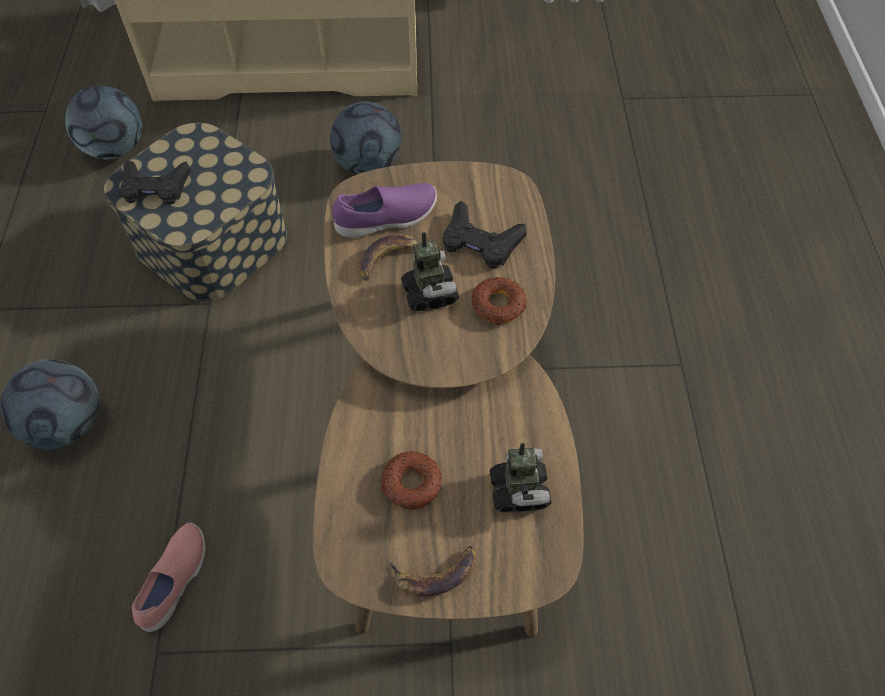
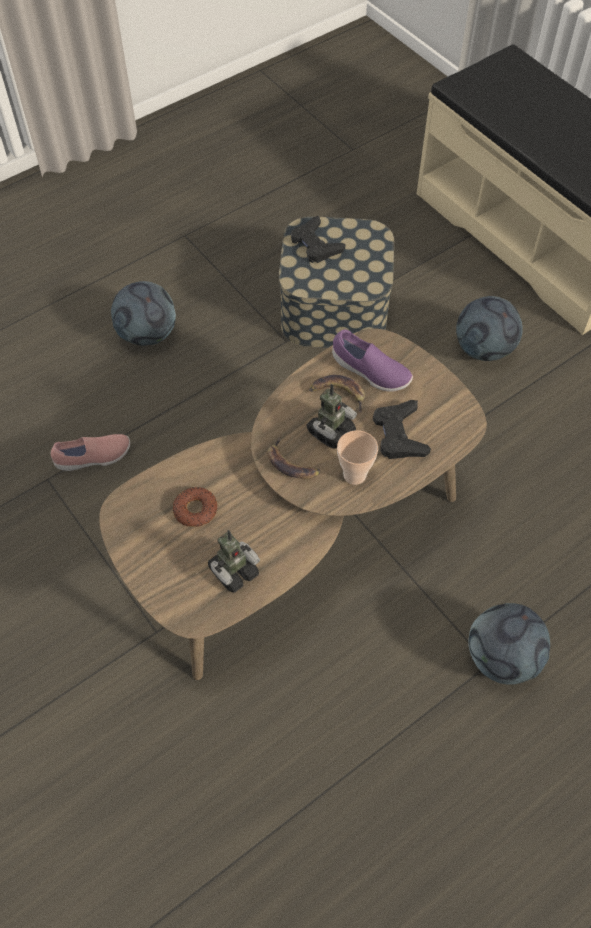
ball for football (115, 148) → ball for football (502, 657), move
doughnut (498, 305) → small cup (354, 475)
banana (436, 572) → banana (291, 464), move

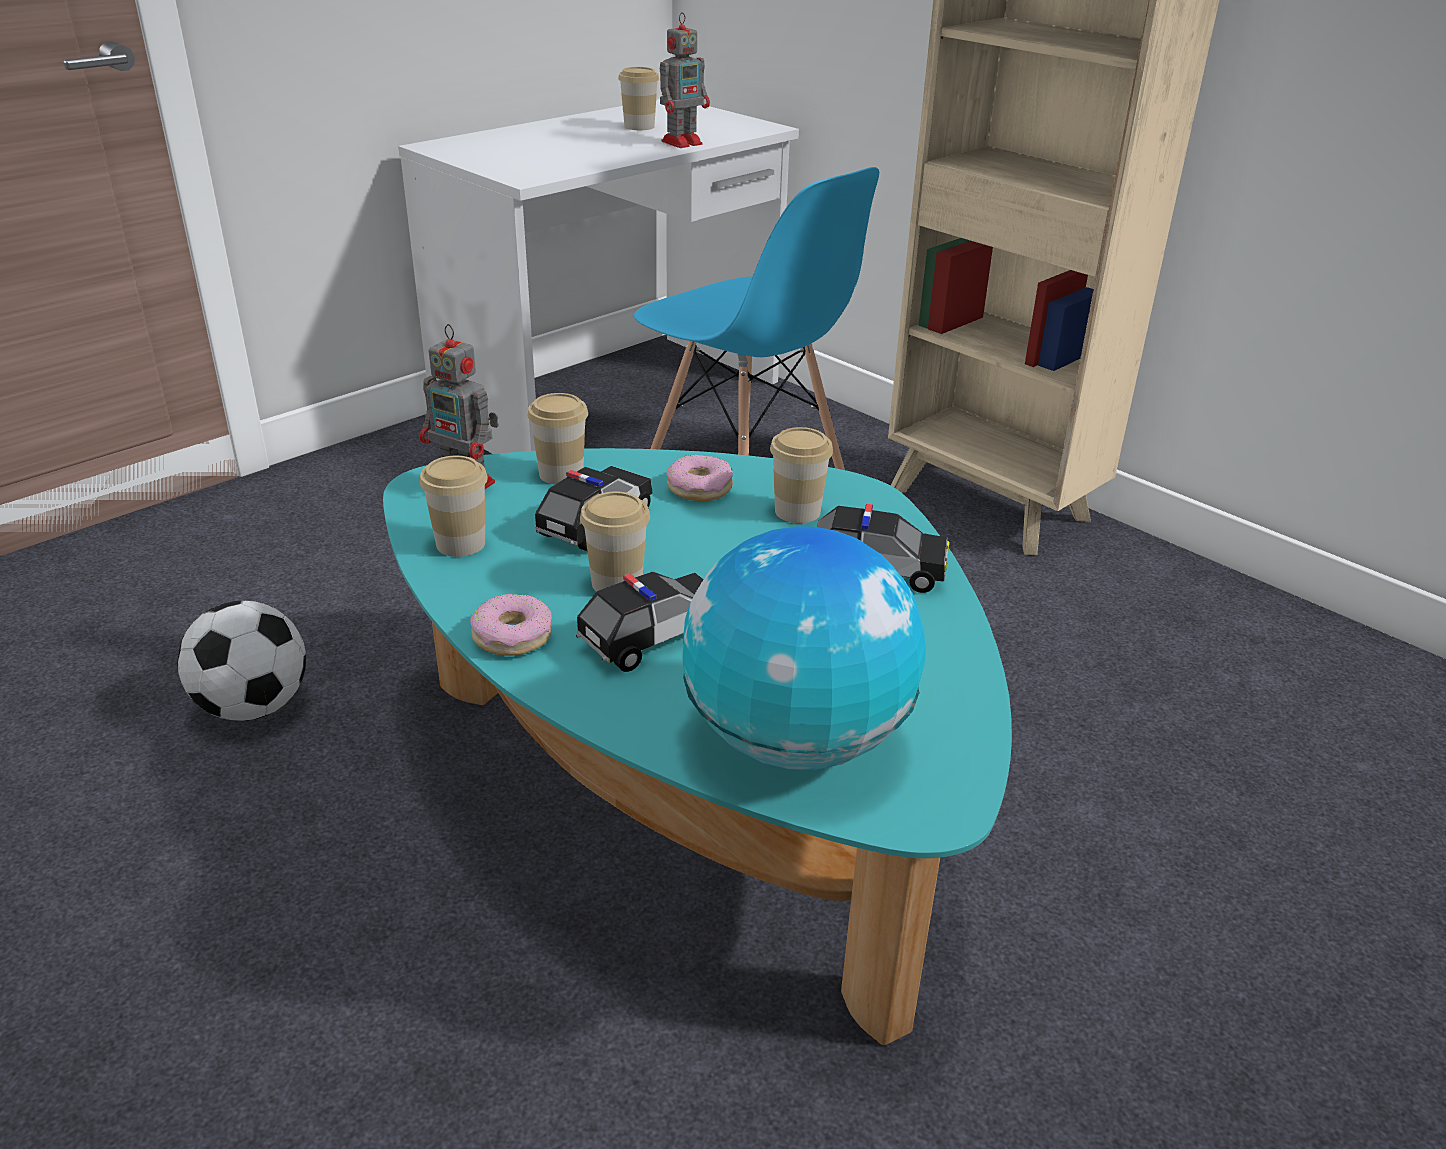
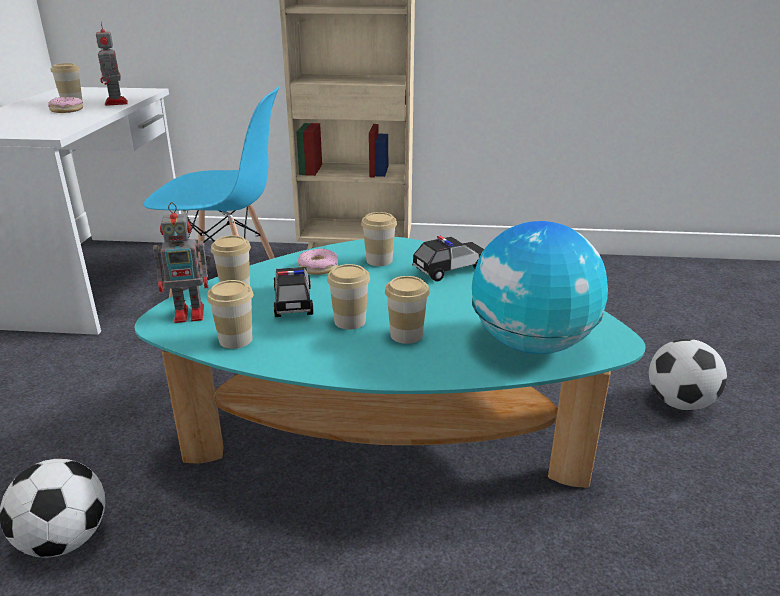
model robot (683, 142) → model robot (116, 103), 150 degrees clockwise
miniature car (653, 637) → small cup (406, 335)
doughnut (512, 636) → doughnut (67, 110), move
- → ball for football (679, 403)

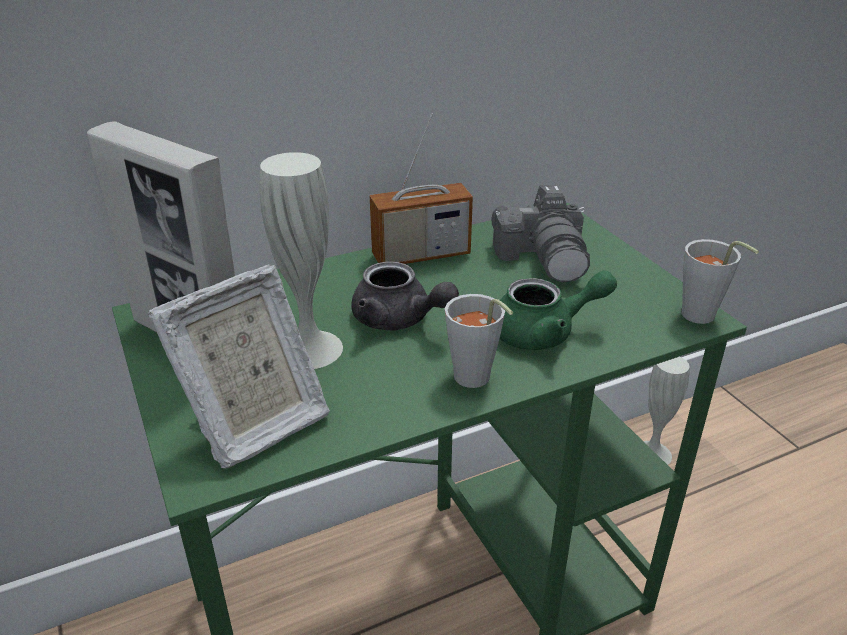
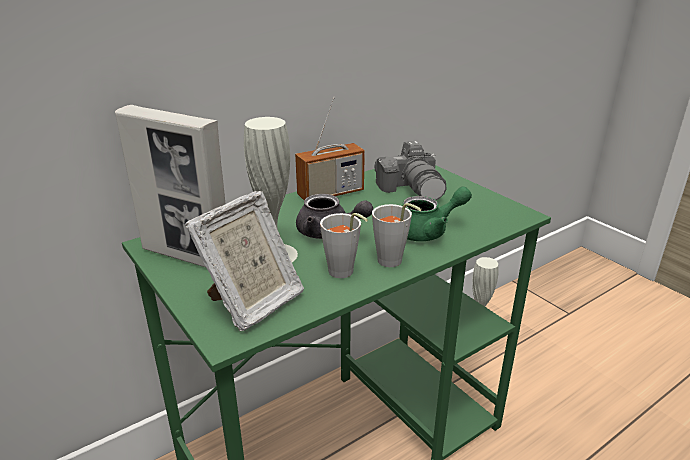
grey small cup (703, 318) → grey small cup (344, 274), move

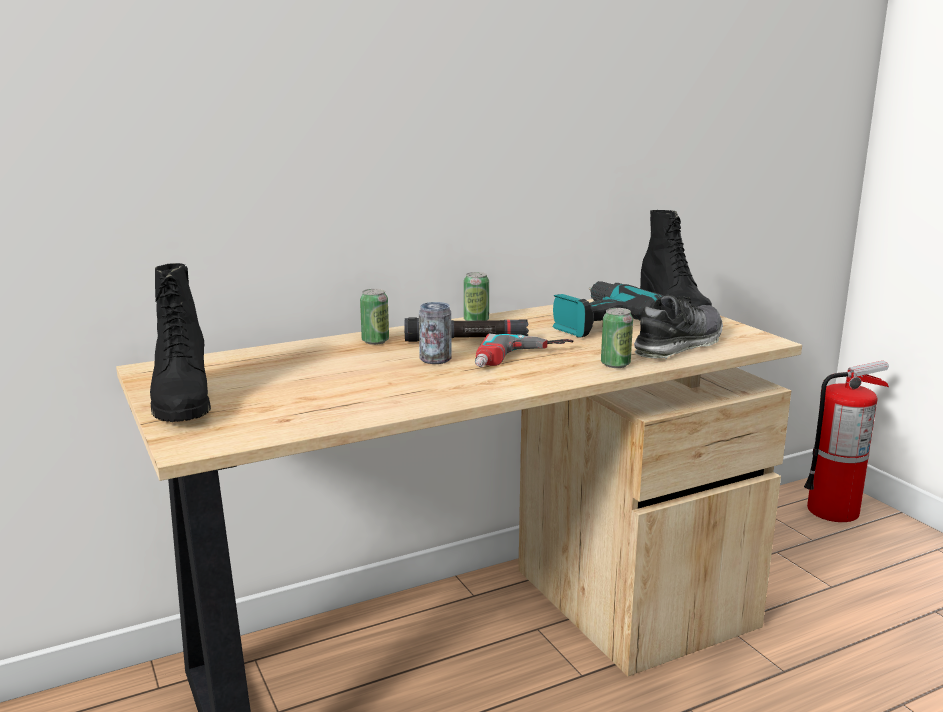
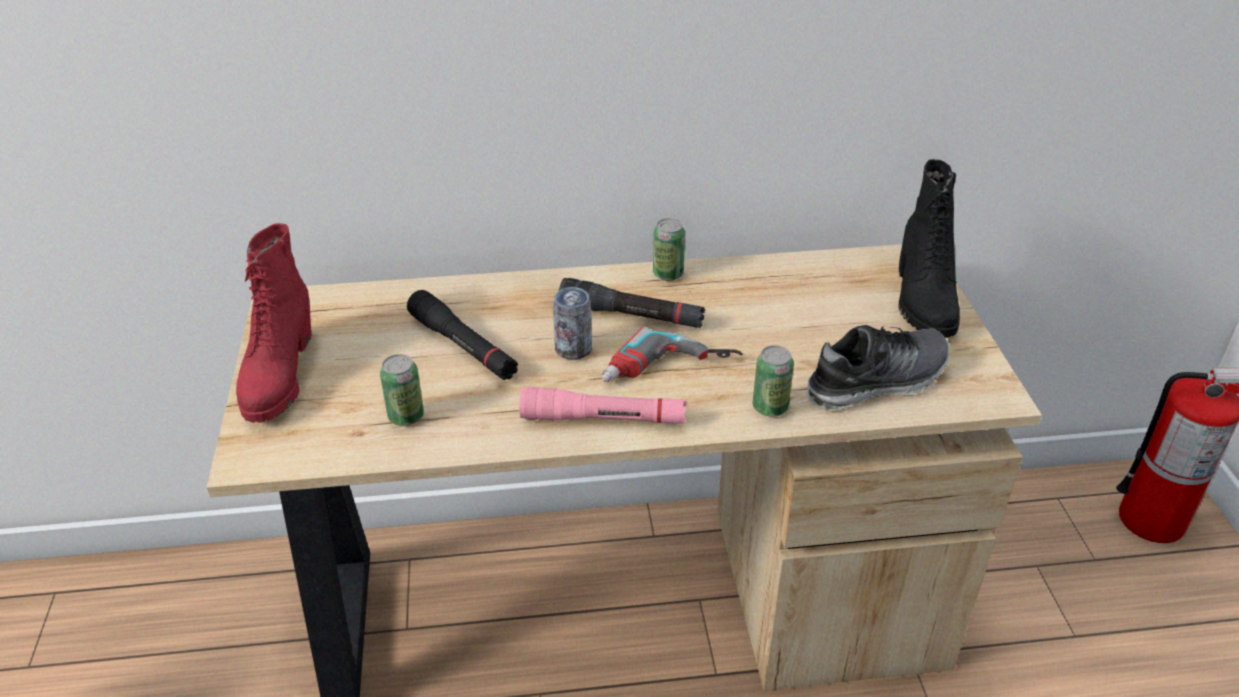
black-coloured boot (181, 403) → reddish boot (279, 377)
electric drill (598, 322) → -
metal can (375, 341) → metal can (406, 416), move
- → black-coloured hand torch (463, 346)
- → pinkish hand torch (603, 419)

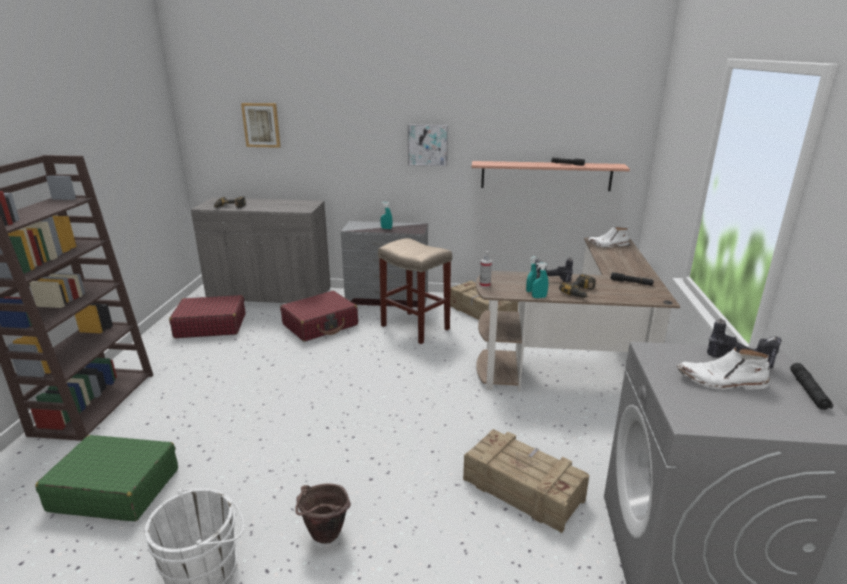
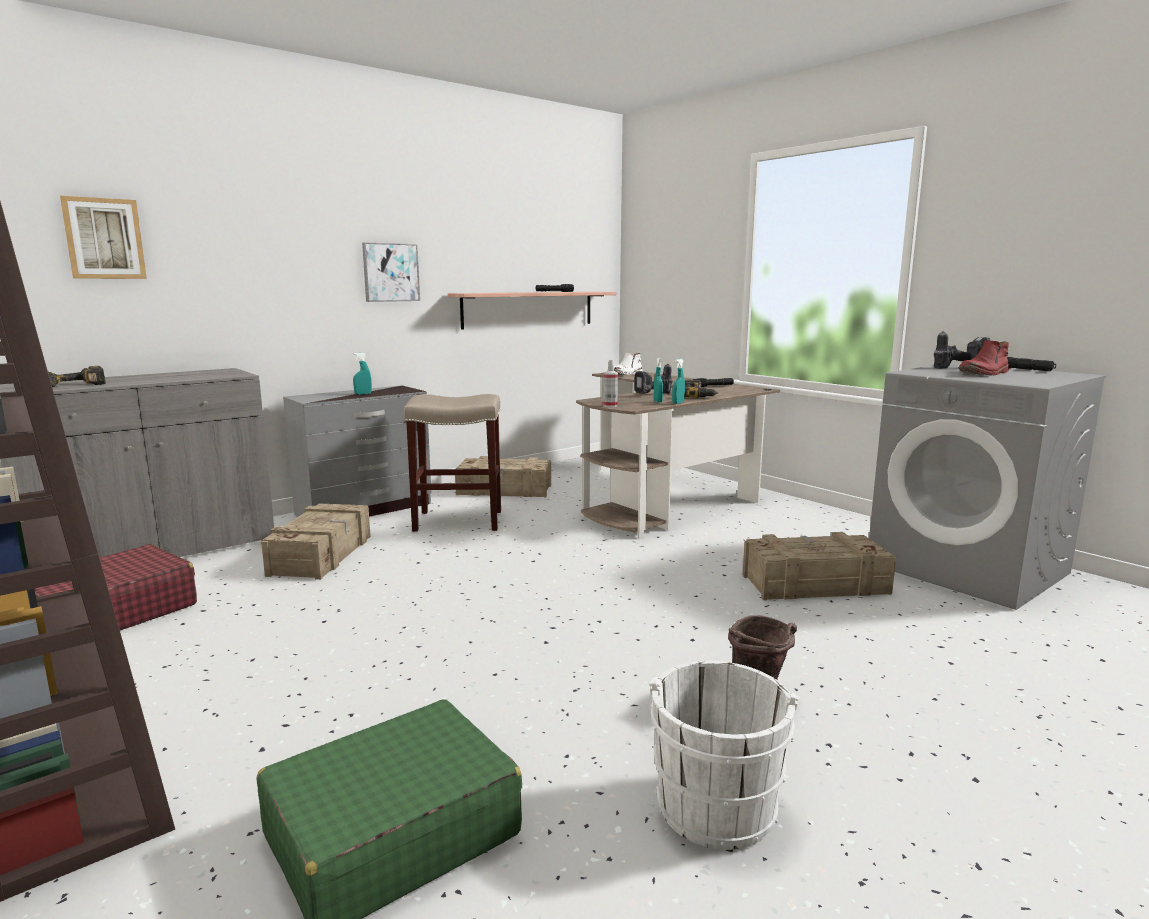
reddish travel case (320, 325) → packing crate (322, 555)
white boot (721, 381) → reddish boot (984, 373)

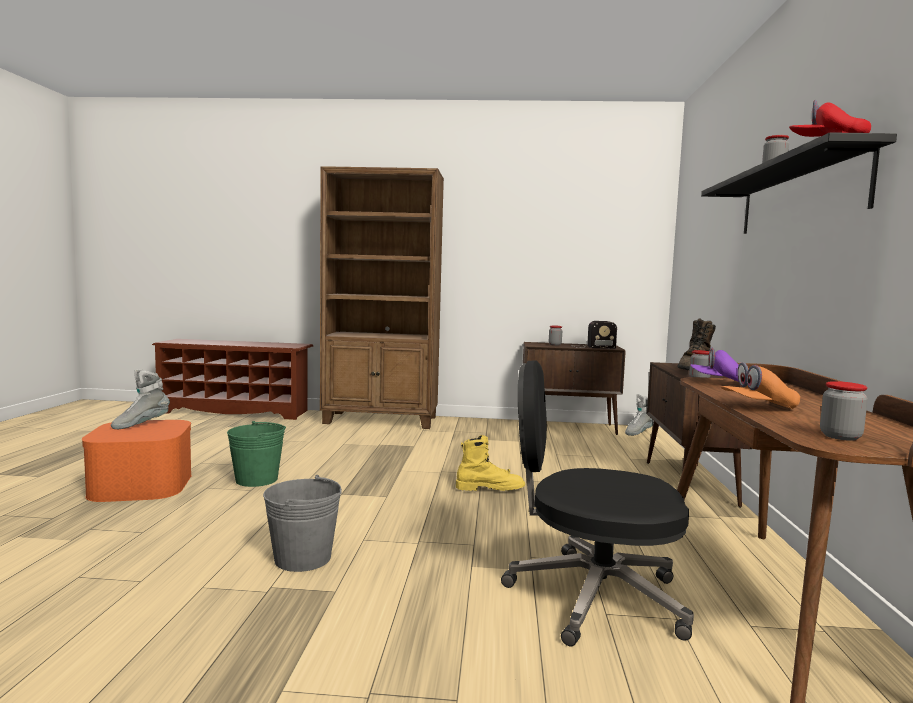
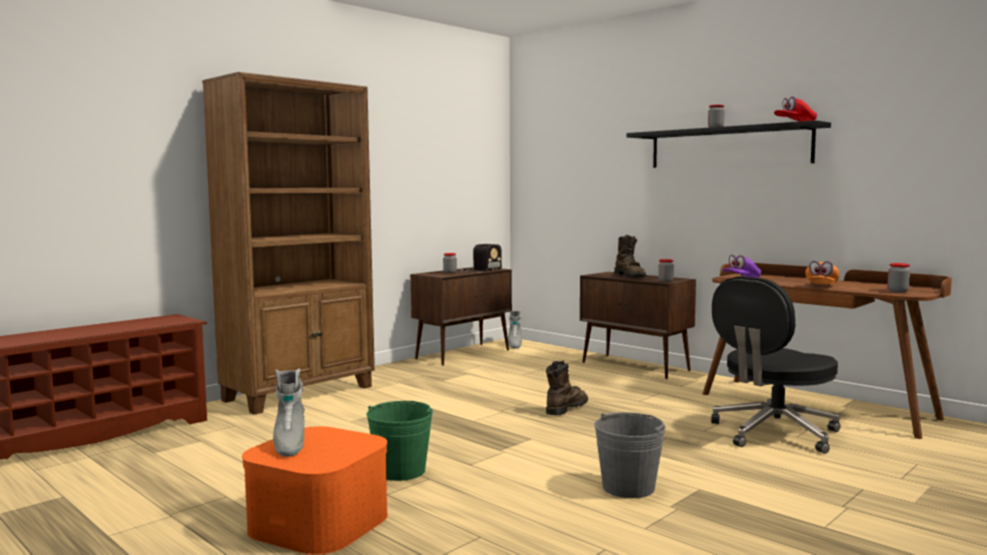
yellow-coloured boot (489, 489) → brownish boot (566, 408)

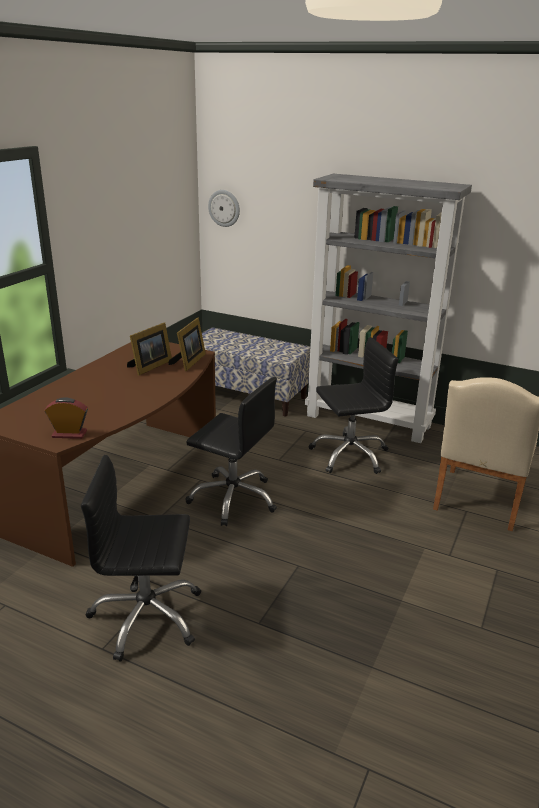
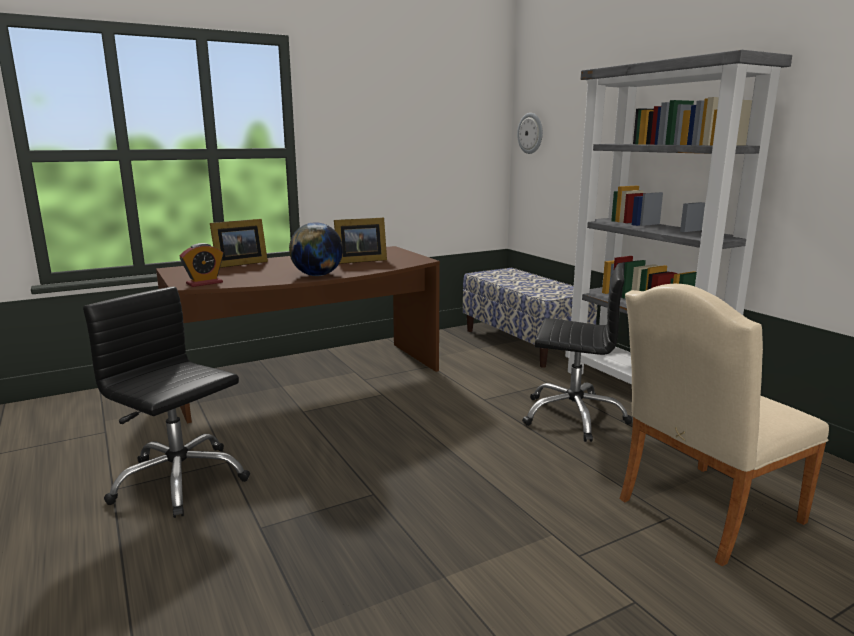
standing frame (189, 362) → standing frame (238, 264), move
black-coloured desk chair (233, 498) → -
alarm clock (69, 434) → alarm clock (204, 283), 105 degrees clockwise
- → world globe (317, 275)

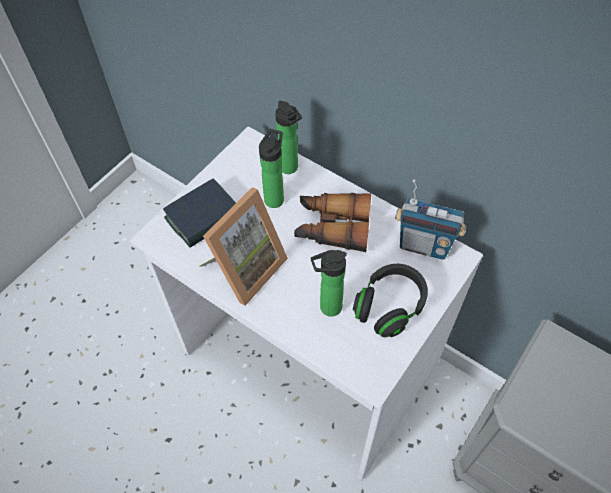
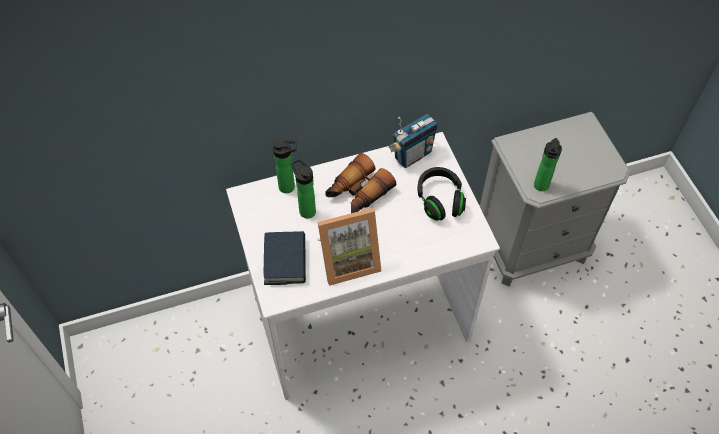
standing frame (244, 268) → standing frame (348, 260), 90 degrees clockwise
drink bottle (327, 308) → drink bottle (540, 187), move

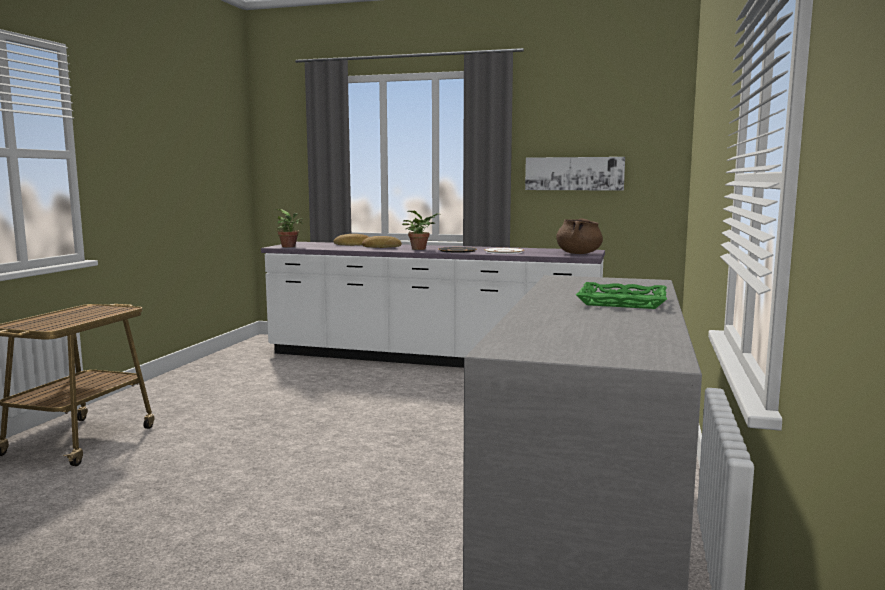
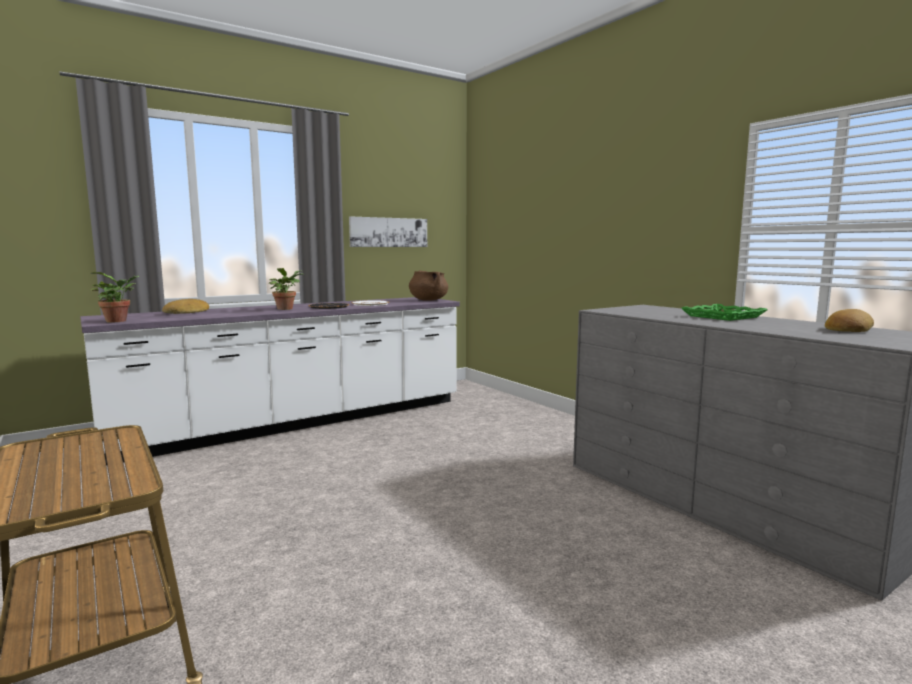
baked bread (381, 247) → baked bread (848, 329), move

